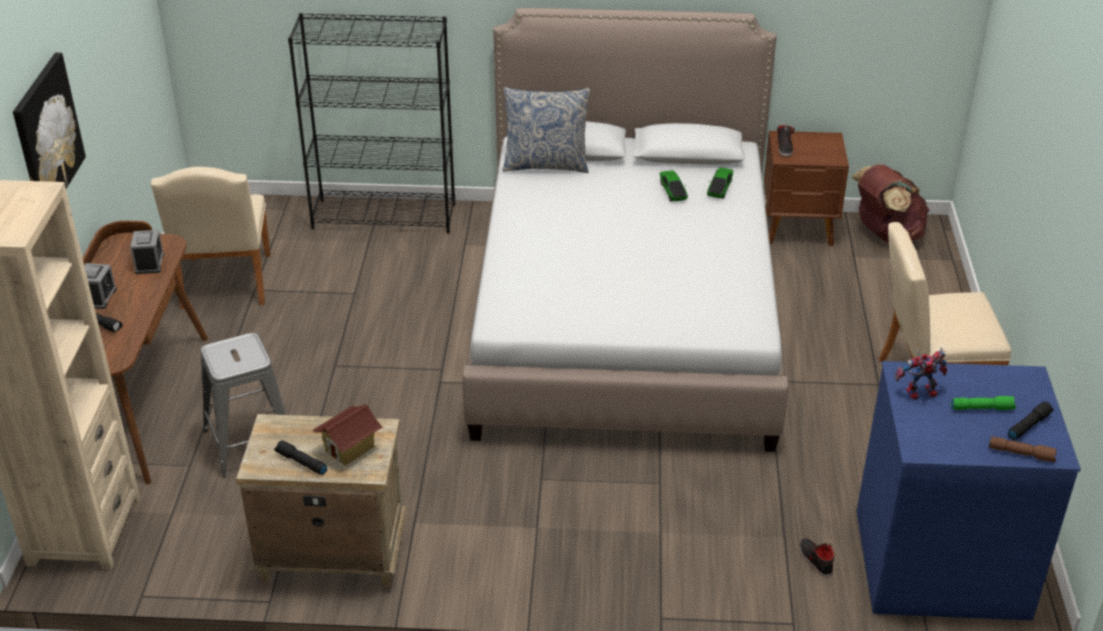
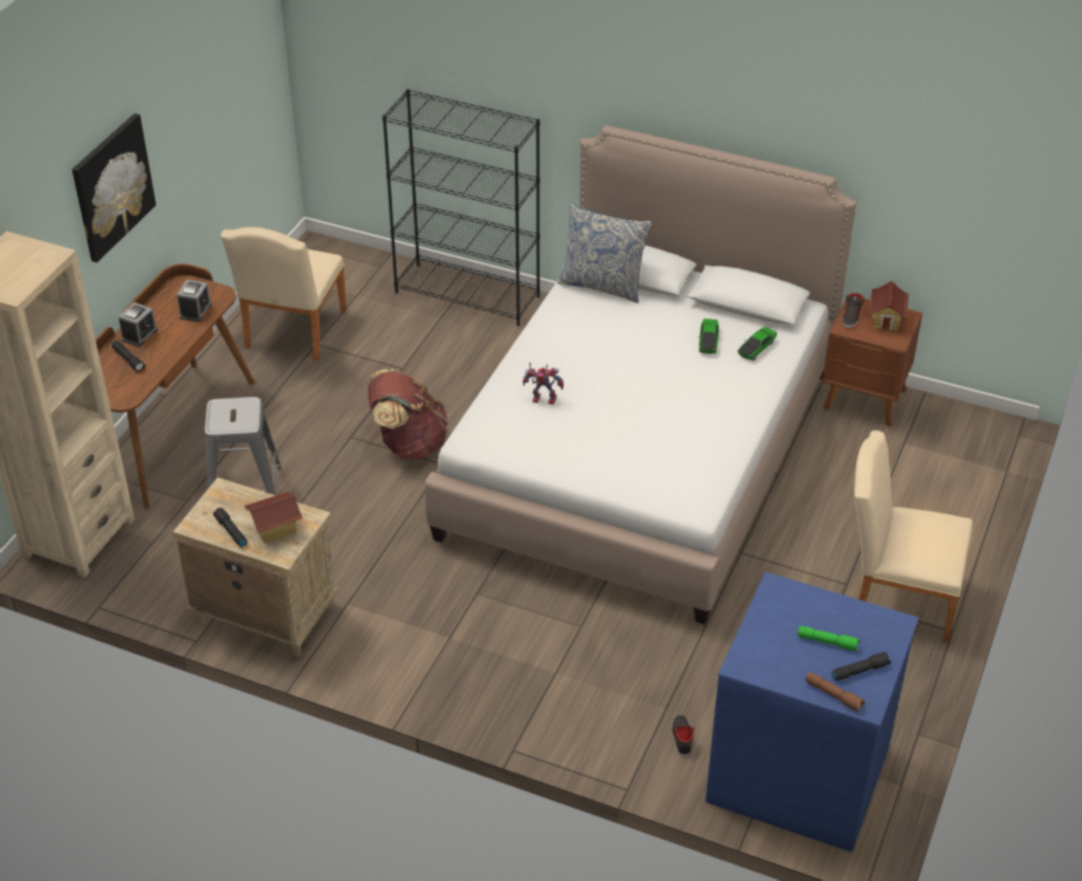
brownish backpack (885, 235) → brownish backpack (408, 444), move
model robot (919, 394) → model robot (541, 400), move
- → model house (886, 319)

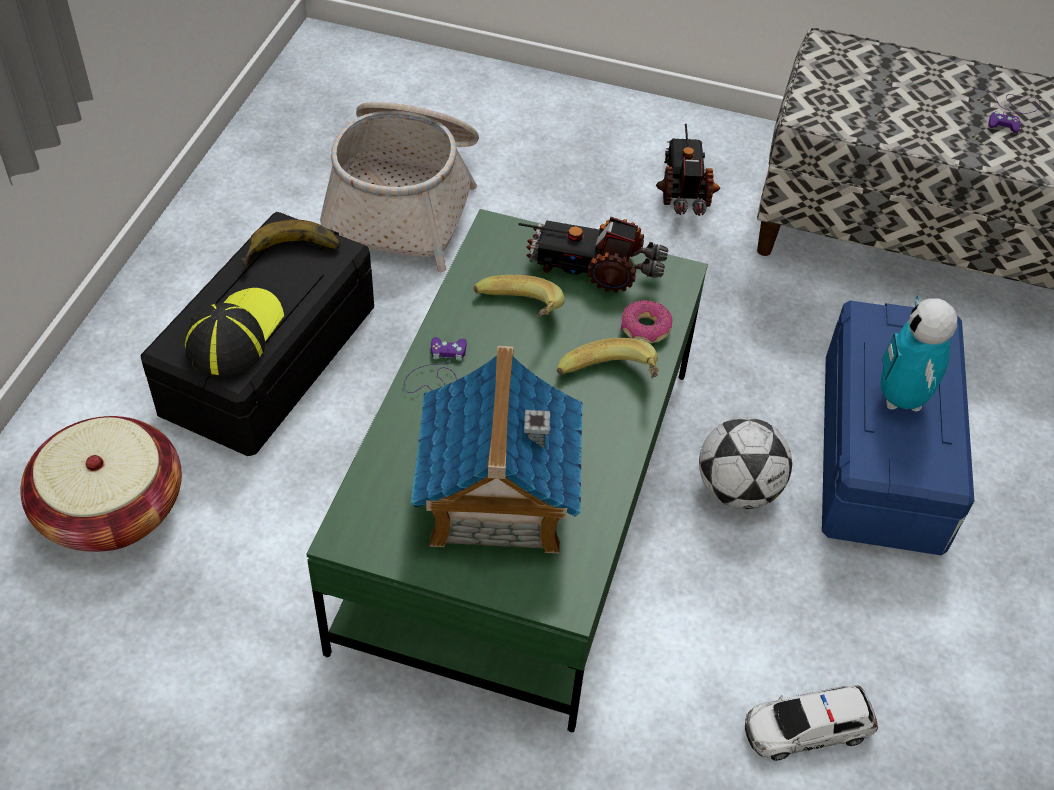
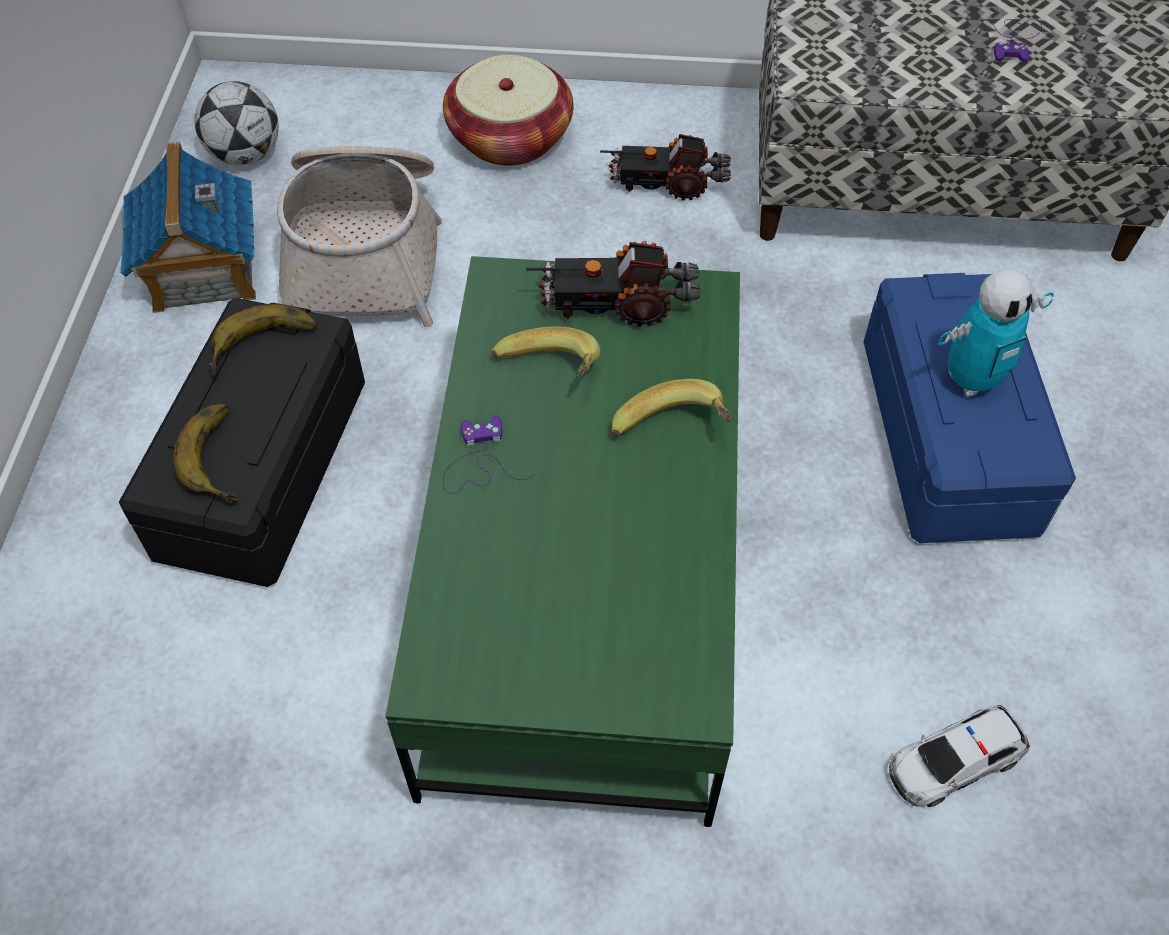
toy truck (685, 189) → toy truck (666, 182), 75 degrees counterclockwise
cap (234, 335) → banana (223, 456)
model robot (901, 399) → model robot (971, 380), 105 degrees counterclockwise
doughnut (645, 328) → -
model house (497, 499) → model house (203, 271), move
storage basket (112, 508) → storage basket (510, 138), move
ball for football (737, 489) → ball for football (245, 155), move

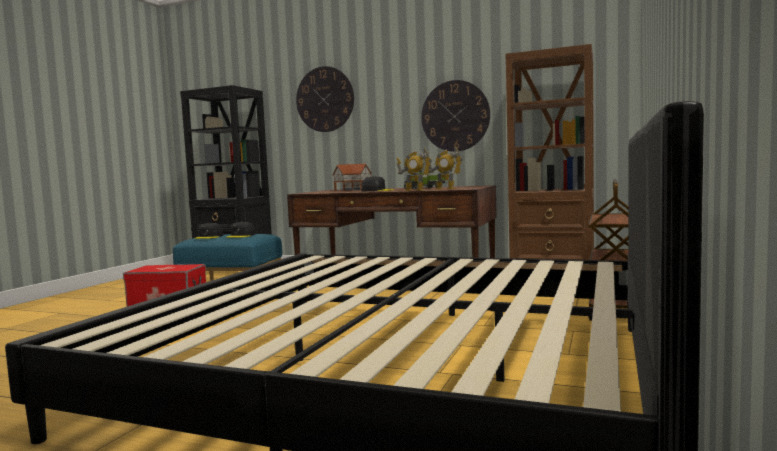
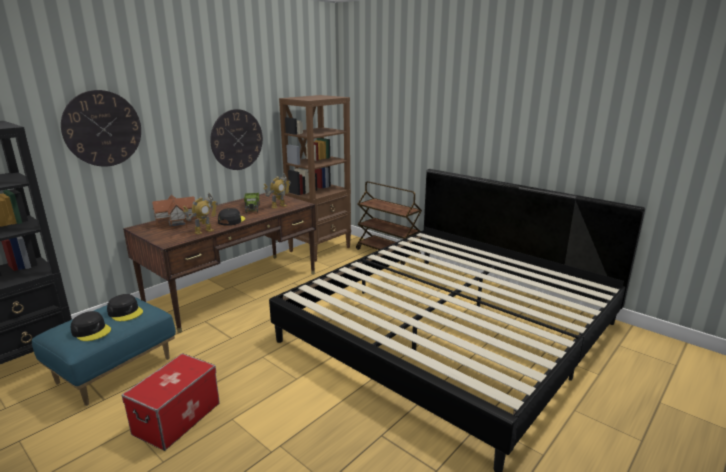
model robot (414, 190) → model robot (204, 231), move

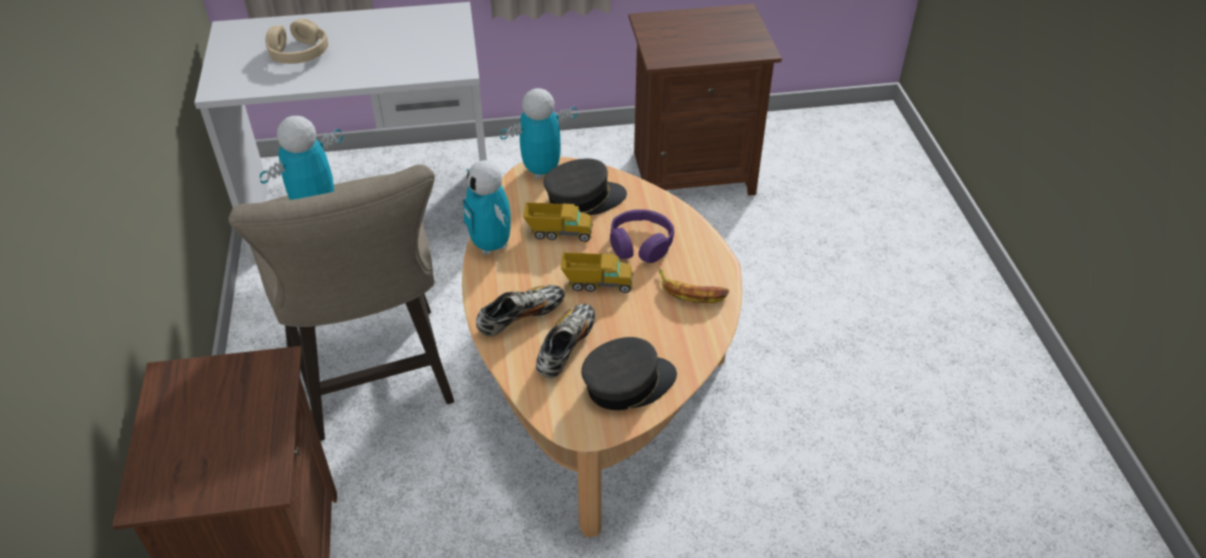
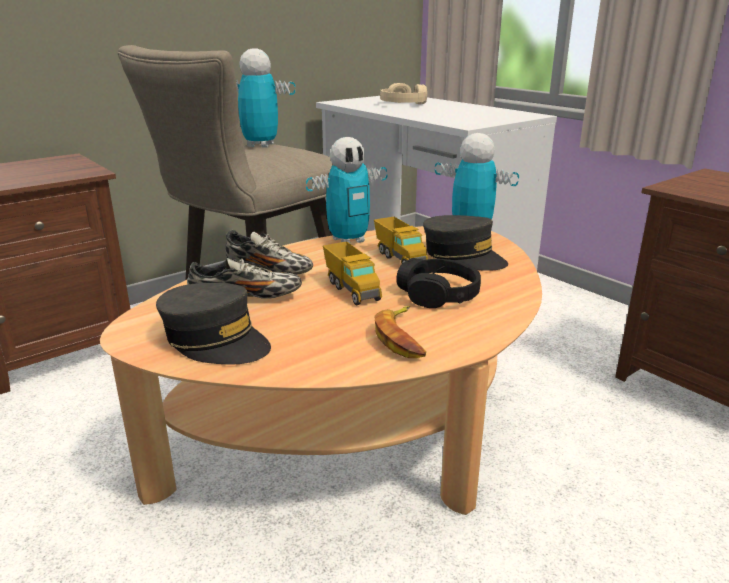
model robot (491, 245) → model robot (348, 240), 150 degrees counterclockwise
purple-coloured headset (640, 244) → black-coloured headset (438, 294)

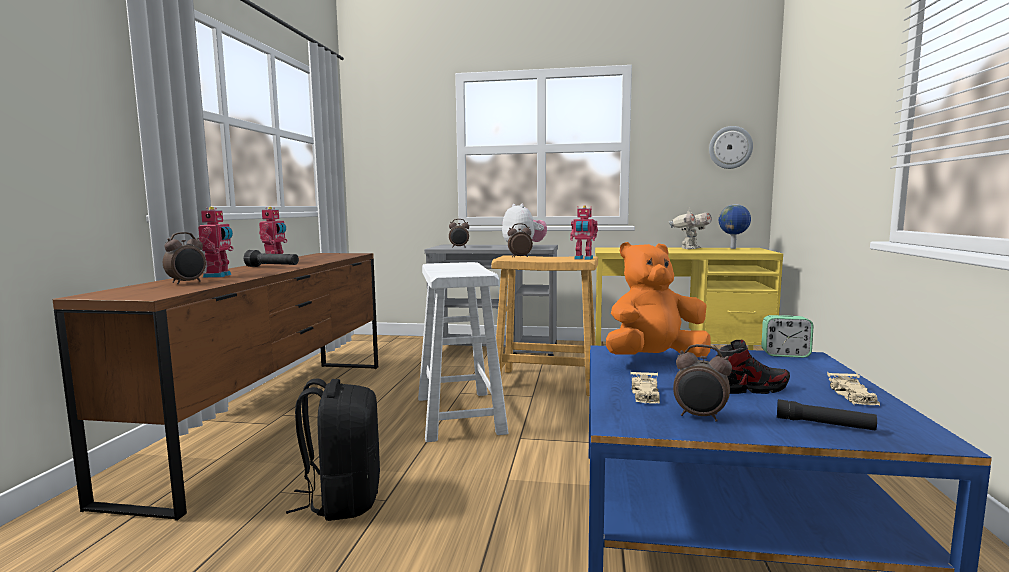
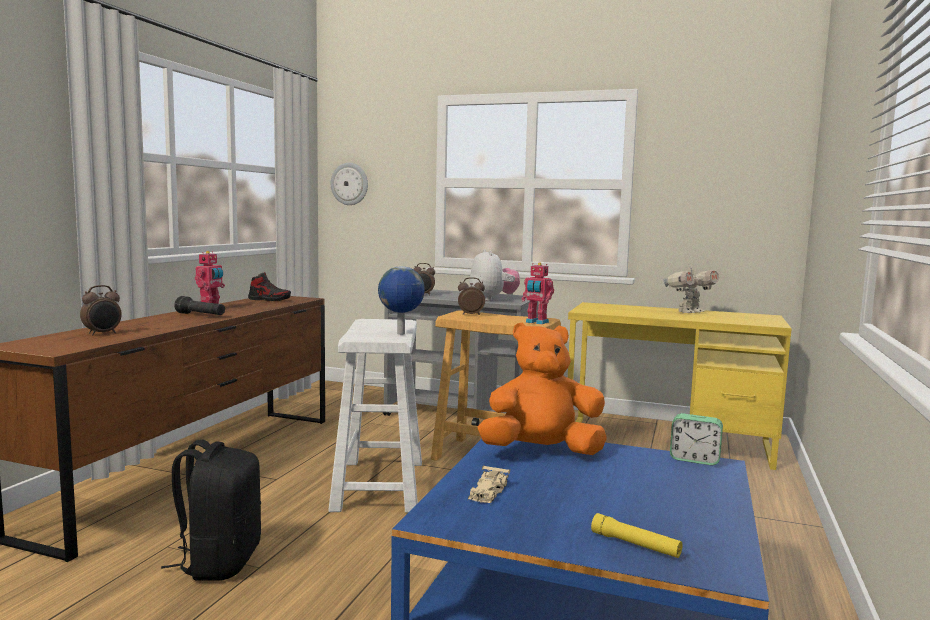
wall clock (730, 147) → wall clock (349, 184), move
world globe (733, 248) → world globe (401, 334), move
model robot (219, 276) → -
shoe (748, 389) → shoe (269, 299), move
alarm clock (700, 417) → -
beige miniature car (853, 396) → -
black-coloured hand torch (824, 424) → yellow-coloured hand torch (635, 545)

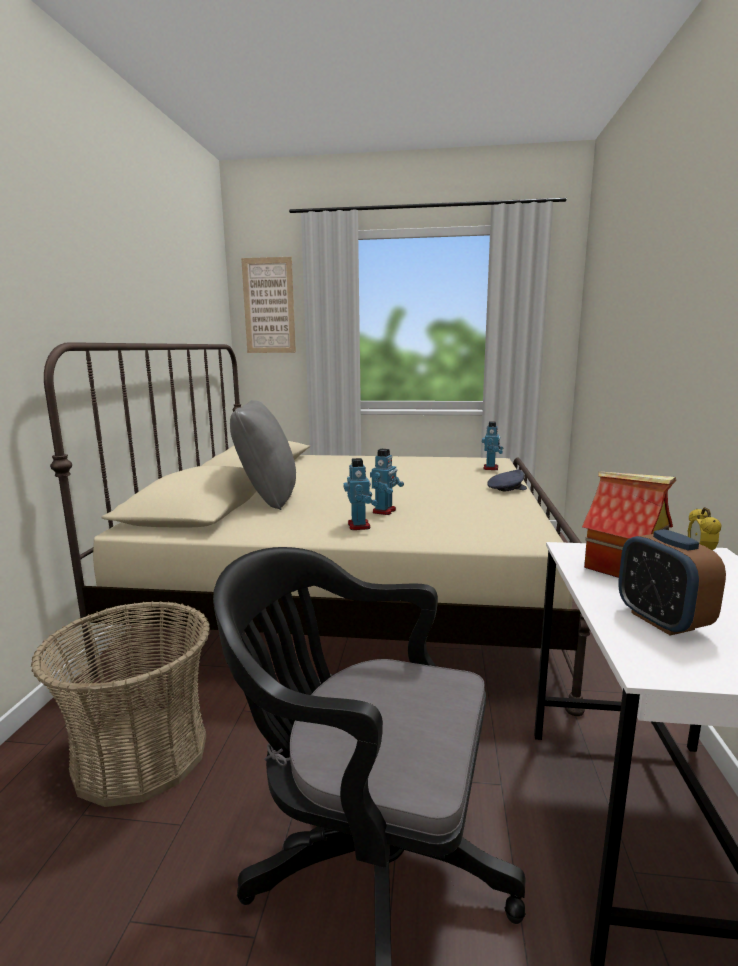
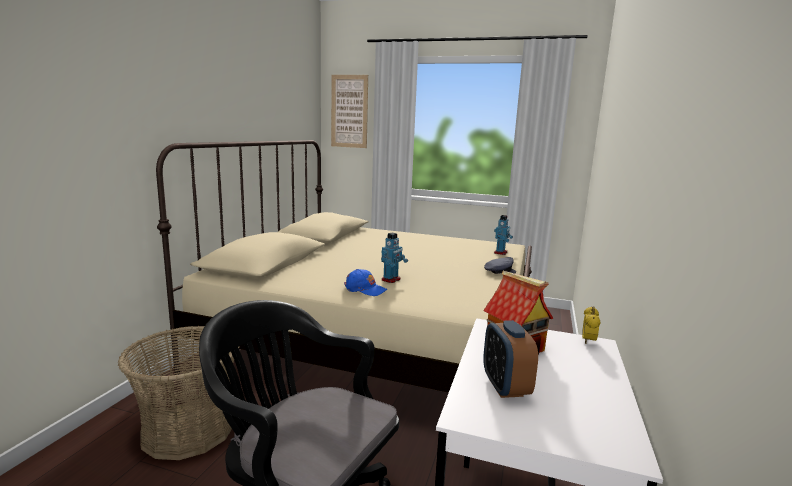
grey cushion (268, 498) → -
model robot (359, 526) → bluish cap (365, 289)

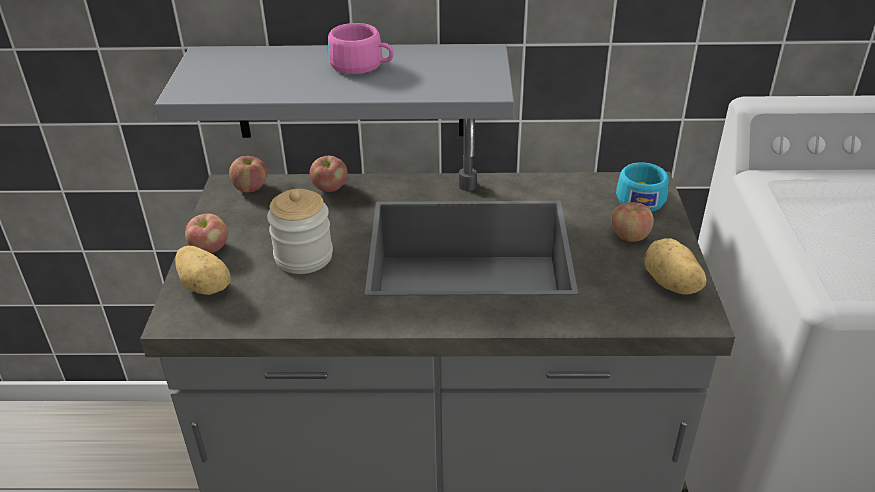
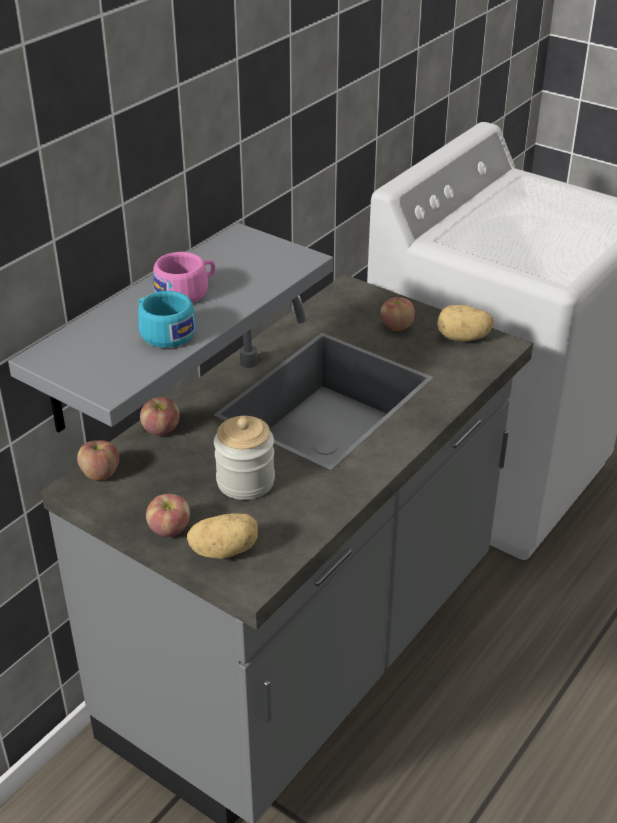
blue-green small cup (640, 197) → blue-green small cup (163, 332), move

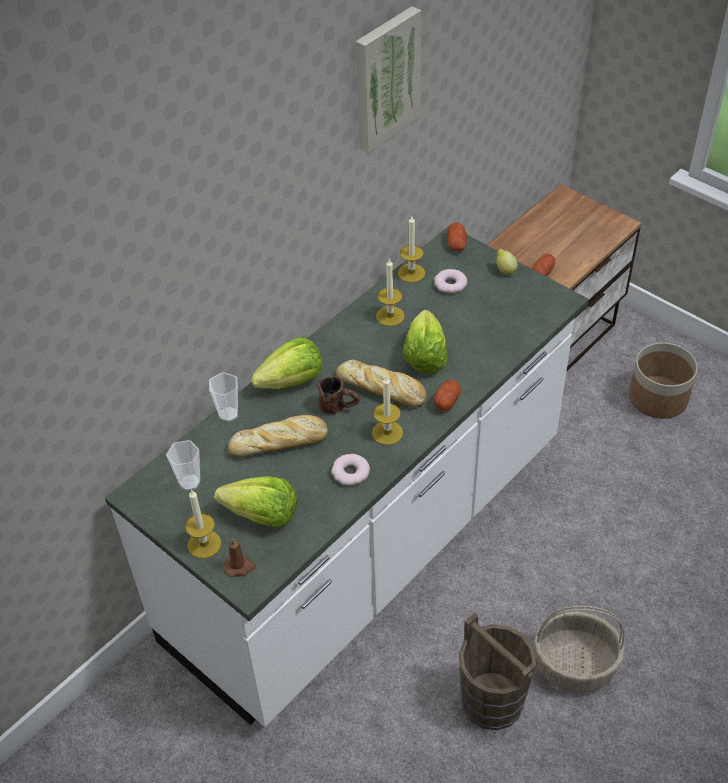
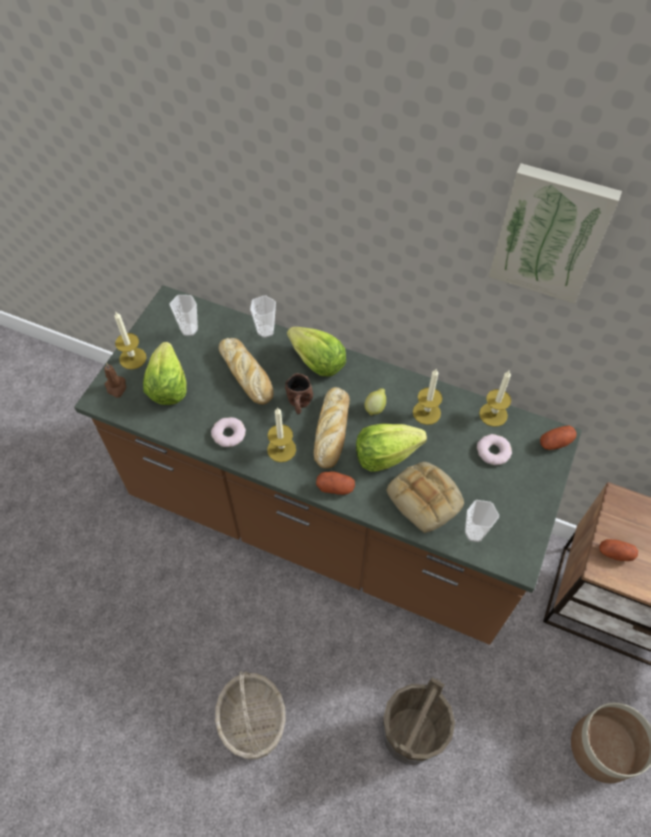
white counter (370, 543) → brownish counter (325, 521)
whole lemon (505, 270) → whole lemon (375, 408), move
brownish water bucket (492, 700) → brownish water bucket (411, 734), move
- → baked bread (426, 499)
- → small cup (474, 533)

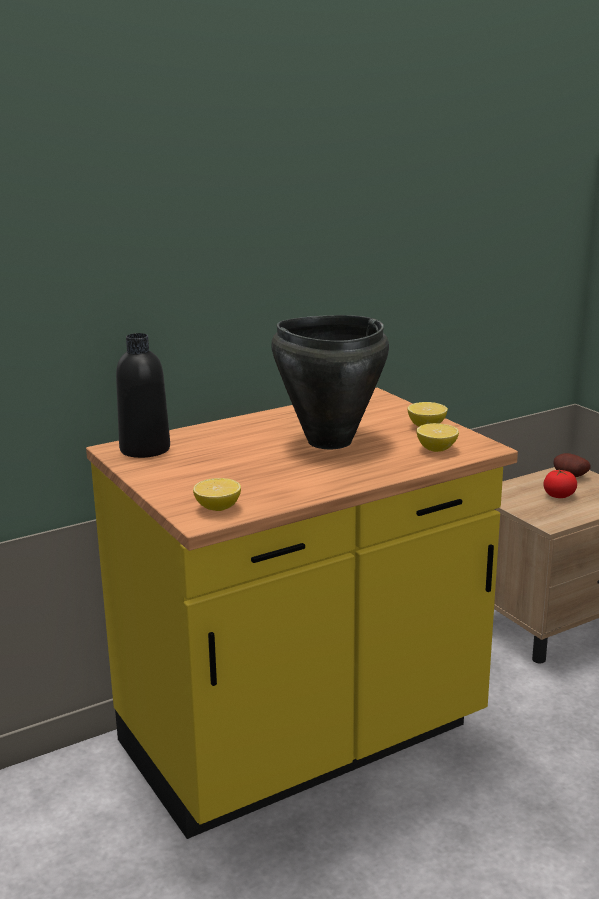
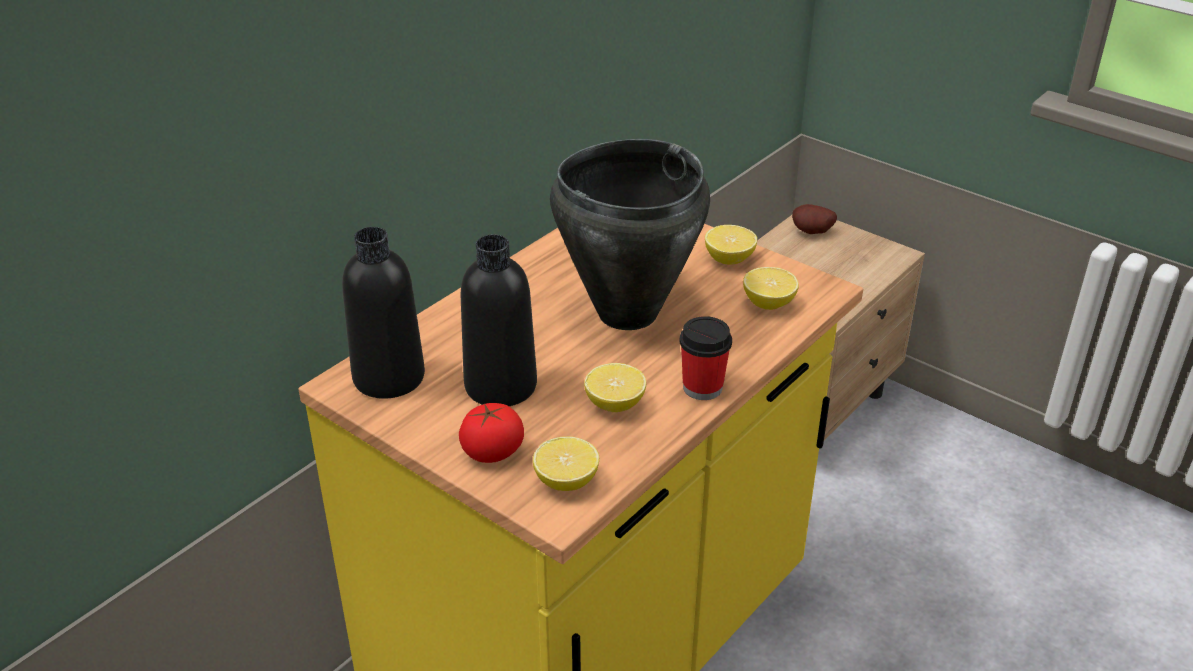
tomato (559, 495) → tomato (492, 452), move
- → black-coloured drink bottle (500, 386)
- → small cup (702, 387)
- → whole lemon (615, 404)

